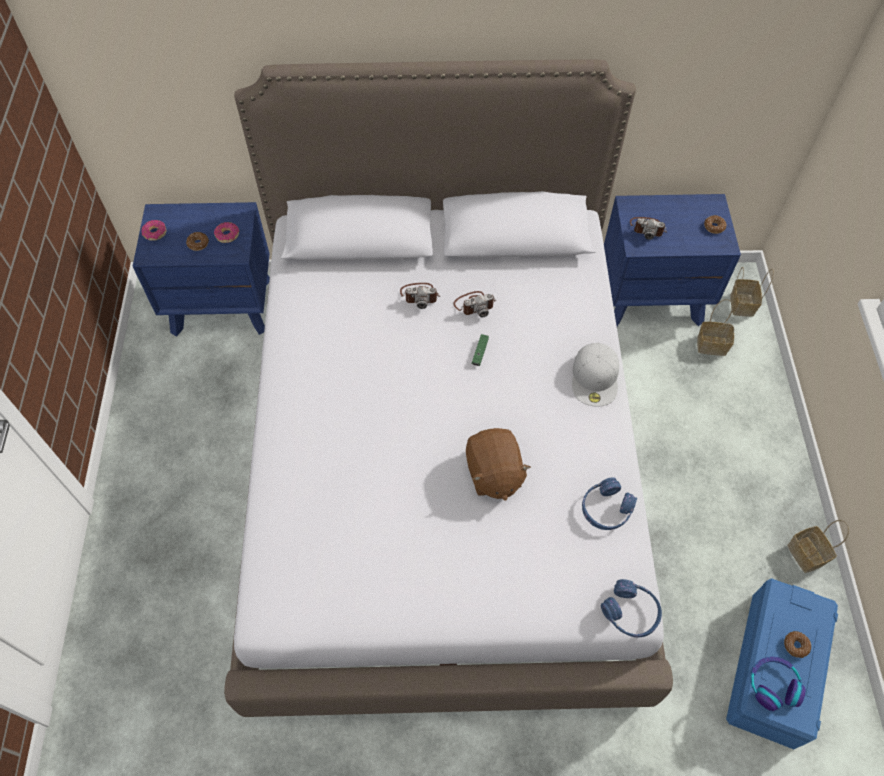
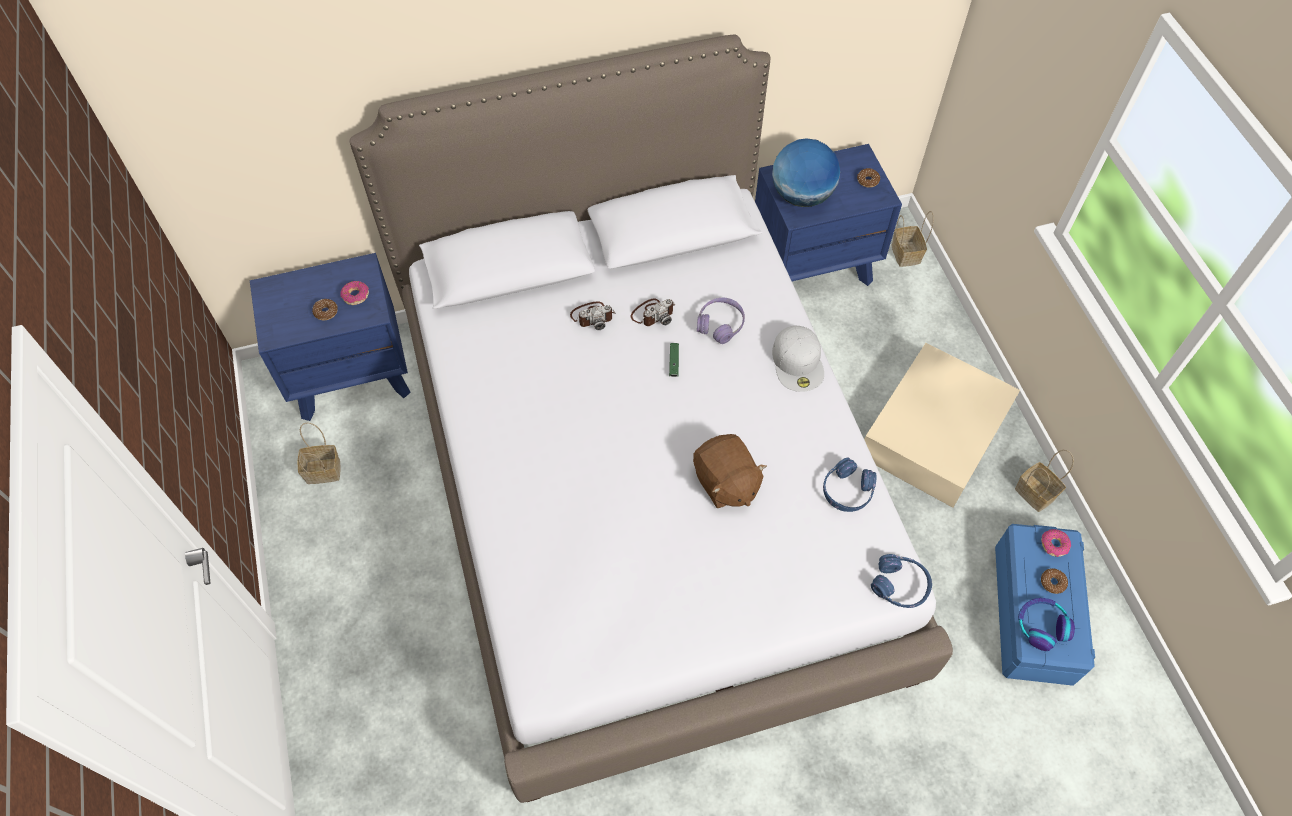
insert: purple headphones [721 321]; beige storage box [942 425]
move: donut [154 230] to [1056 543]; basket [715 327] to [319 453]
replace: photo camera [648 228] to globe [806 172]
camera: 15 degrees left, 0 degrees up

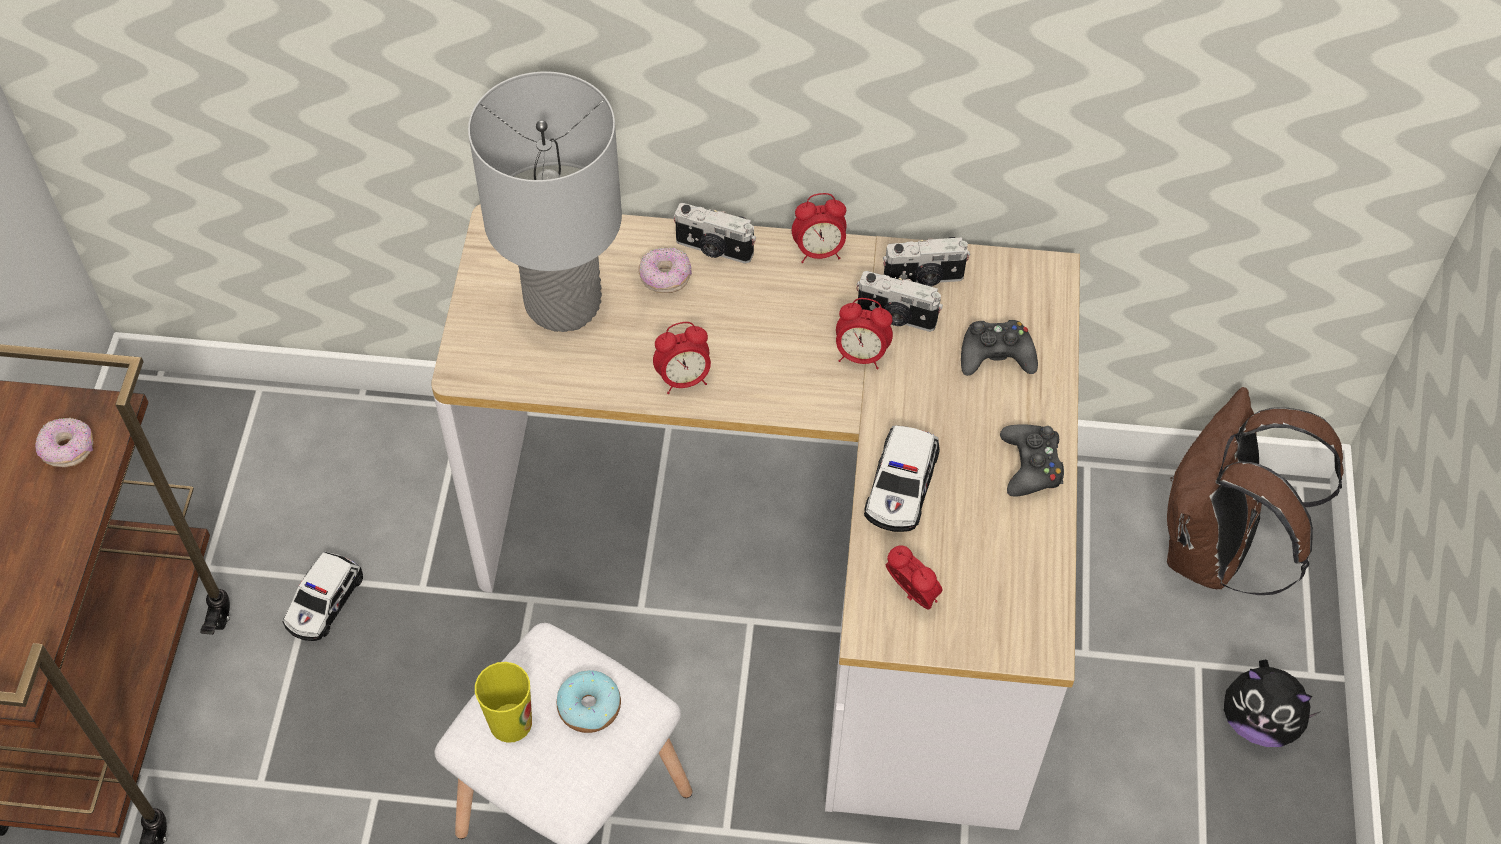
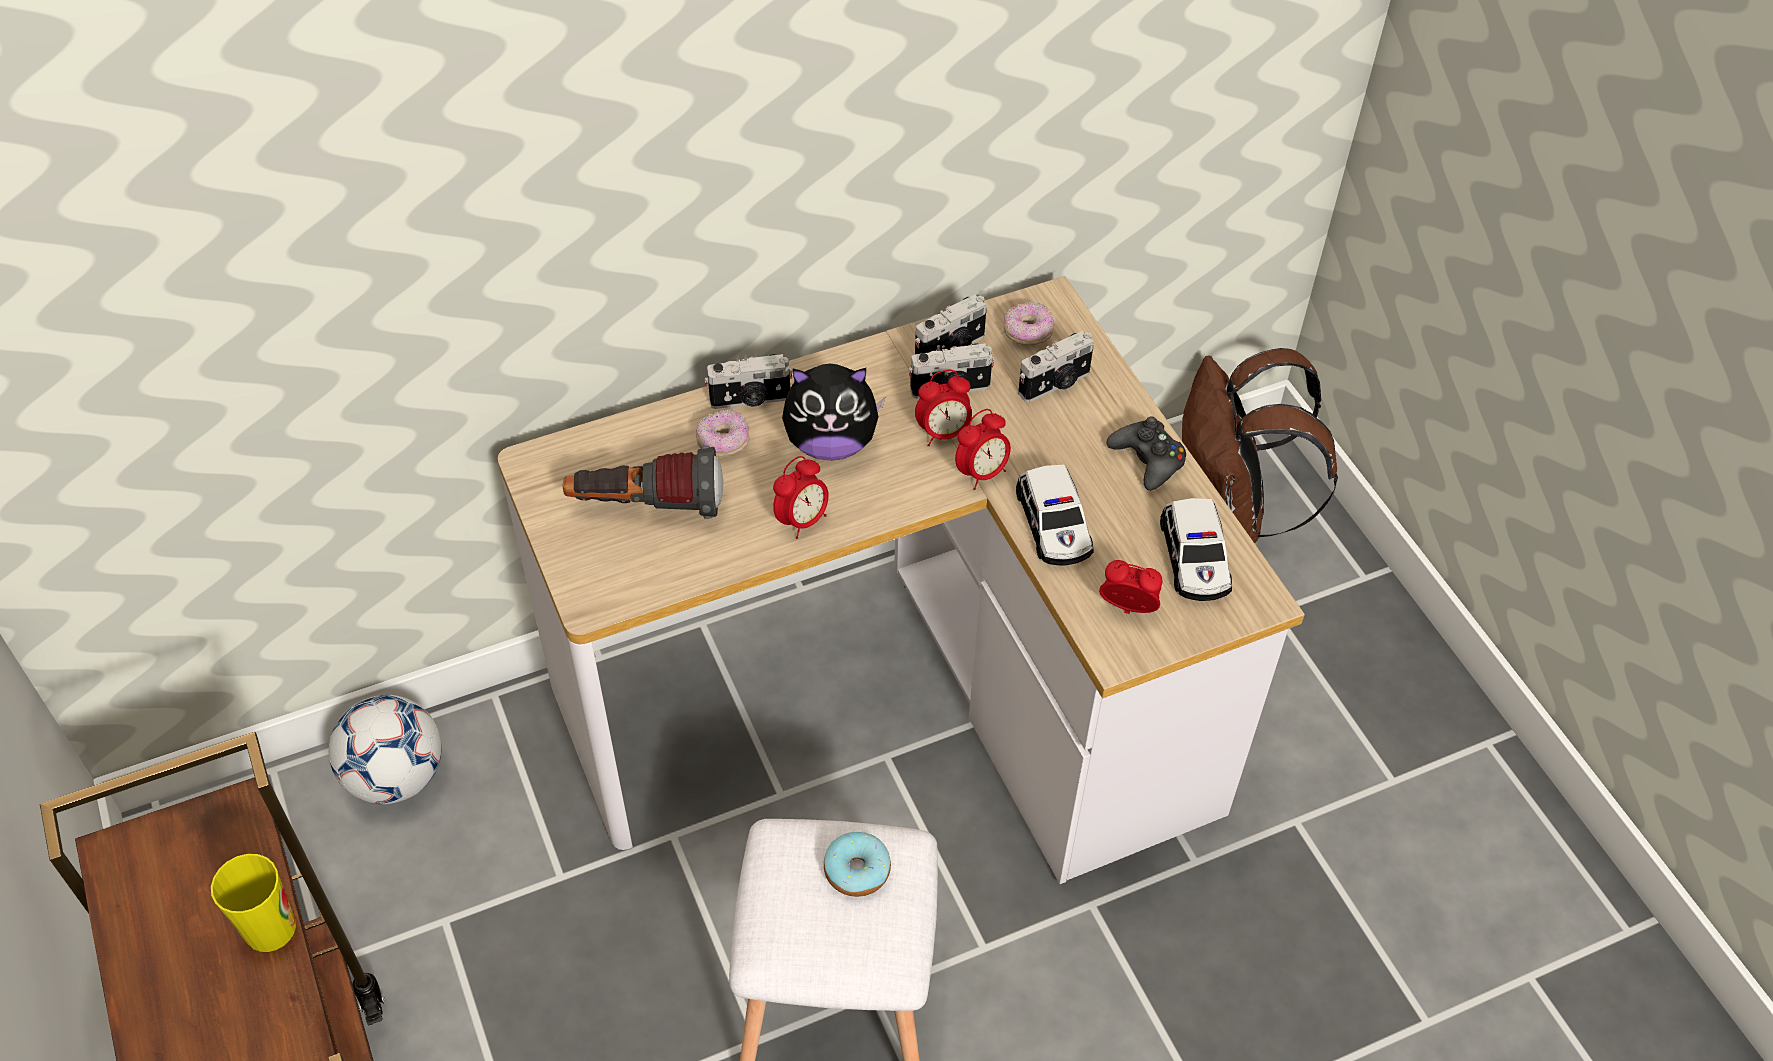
insert: football [385 749]
move: donut [64 442] to [1028 323]; toy car [323 596] to [1196 549]; cup [503 702] to [253 903]; alarm clock [819 228] to [983 449]; plush toy [1272 703] to [833 412]
replace: grey table lamp [545 201] to flashlight [643 482]; black game controller [999 348] to photo camera [1056 366]
camera: 30 degrees left, 5 degrees down

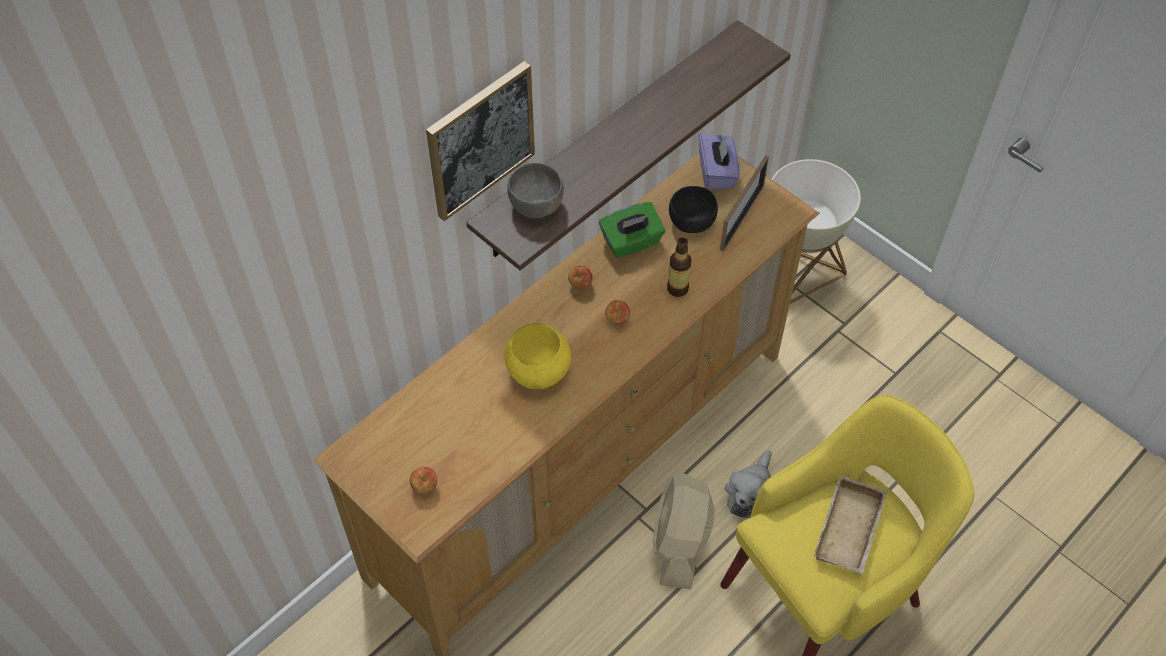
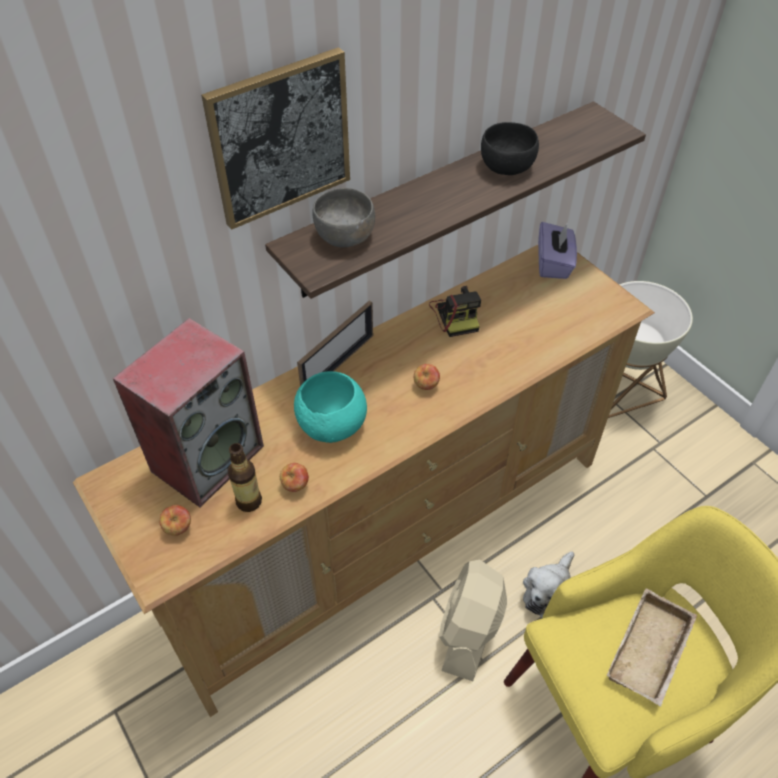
insert: speaker [188 412]
move: apple [580 277] to [294 477]; bottle [679 267] to [245 477]; black bowl [693 209] to [510 148]; picture frame [744 203] to [335 343]
replace: green tissue box [632 230] to photo camera [455 311]
recolor: yellow bowl [537 356] to turquoise bowl [330 407]
camera: 10 degrees right, 5 degrees down

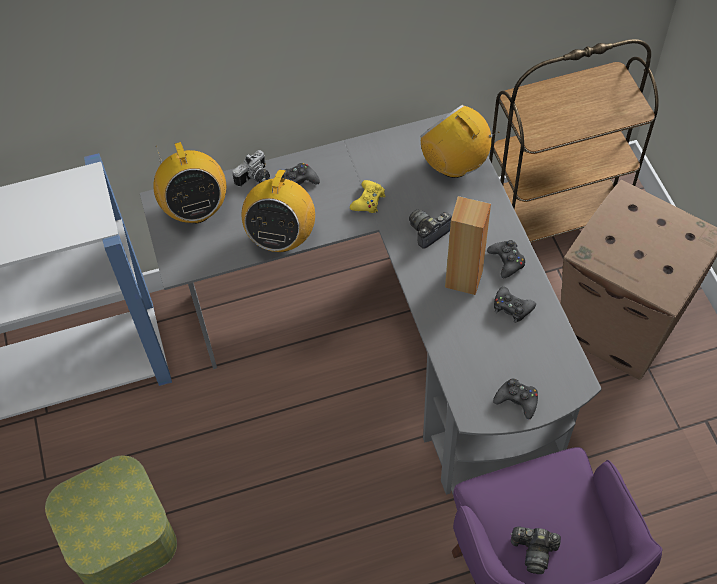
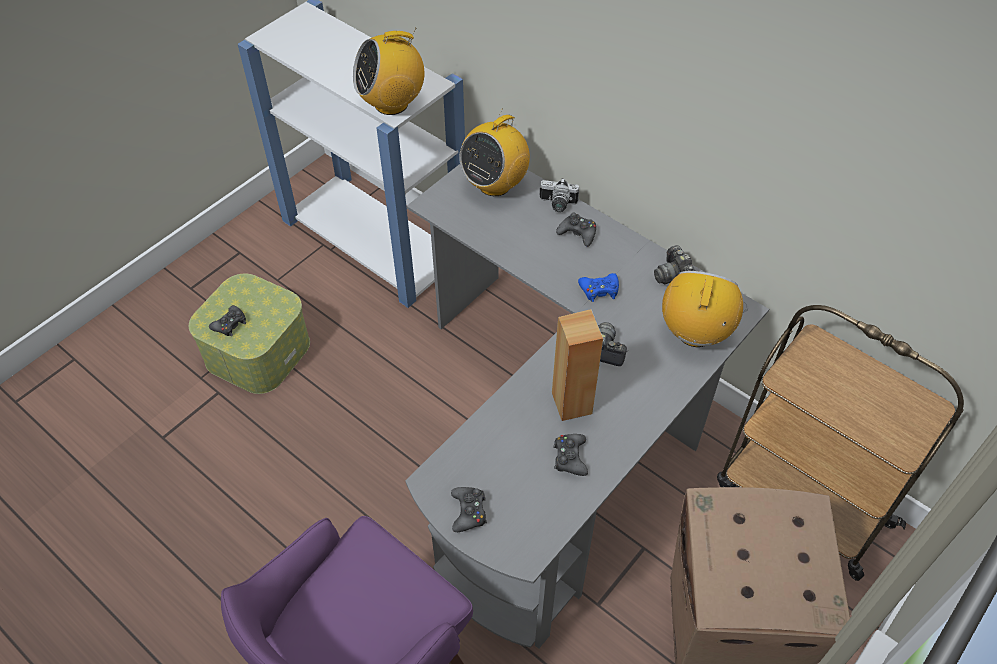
move: radio [278 208] to [388 71]; black game controller [506 259] to [227 320]; photo camera [536 550] to [674 264]
recolor: yellow game controller [367 196] to blue game controller [598 287]
camera: 55 degrees right, 5 degrees down

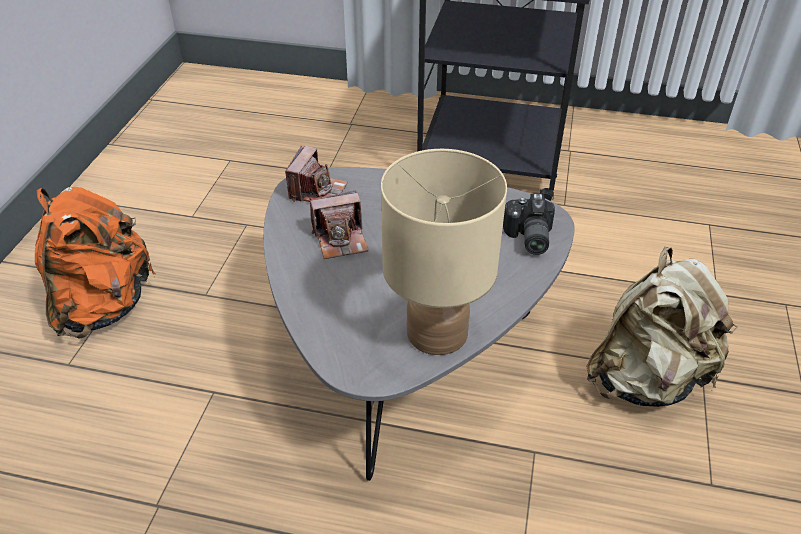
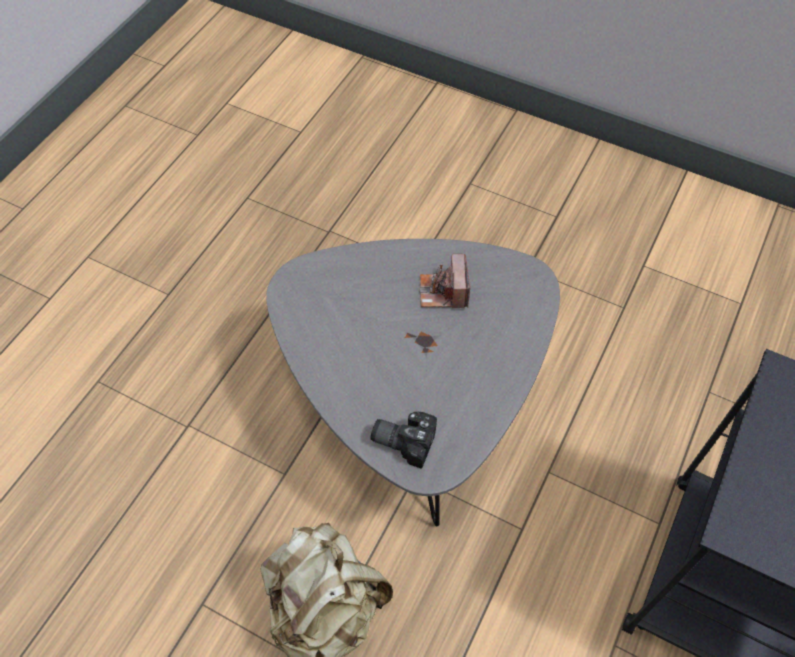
delete: orange backpack [95 263]; photo camera [316 174]; beige table lamp [444 252]
camera: 105 degrees right, 15 degrees up

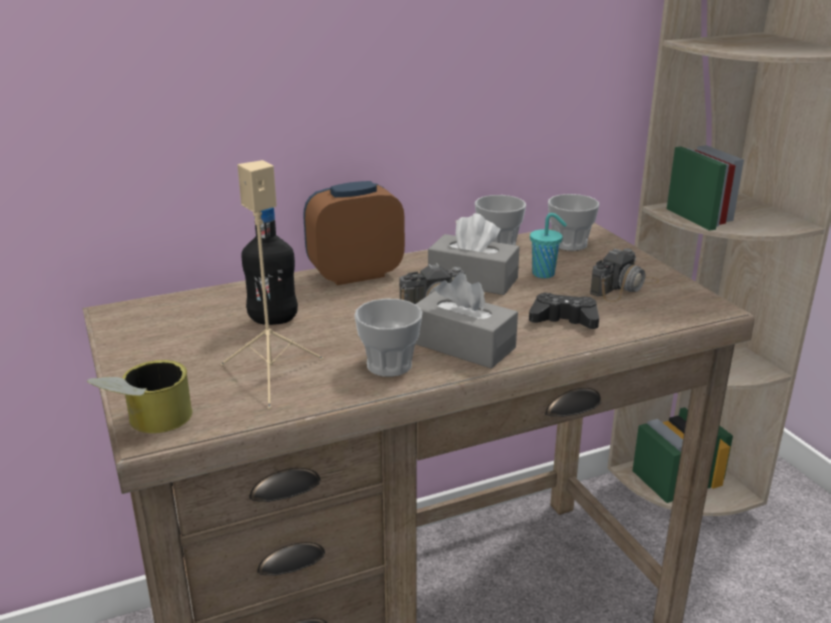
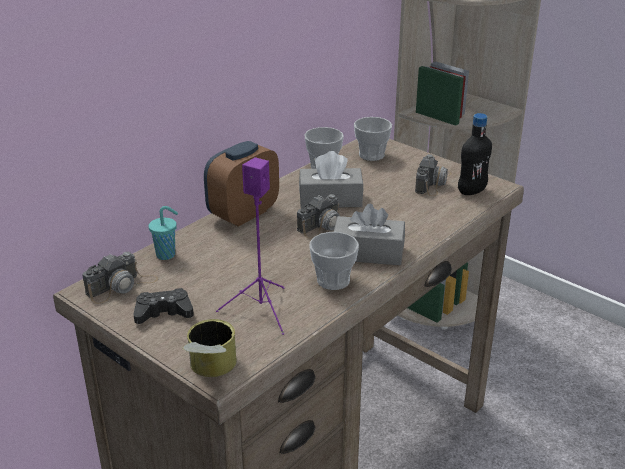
insert: photo camera [120 278]
move: black bottle [270 266] to [475 154]; black game controller [564 310] to [163 306]; turquoise cup [548 245] to [163 233]
recolor: beige speaker [272 284] to purple speaker [250 246]
camera: 25 degrees left, 5 degrees up

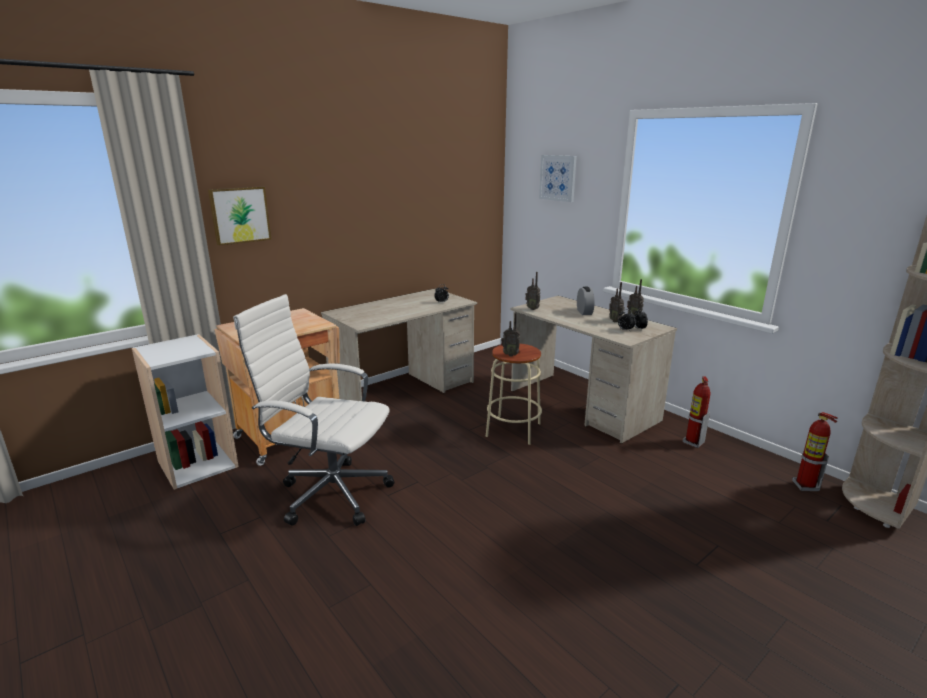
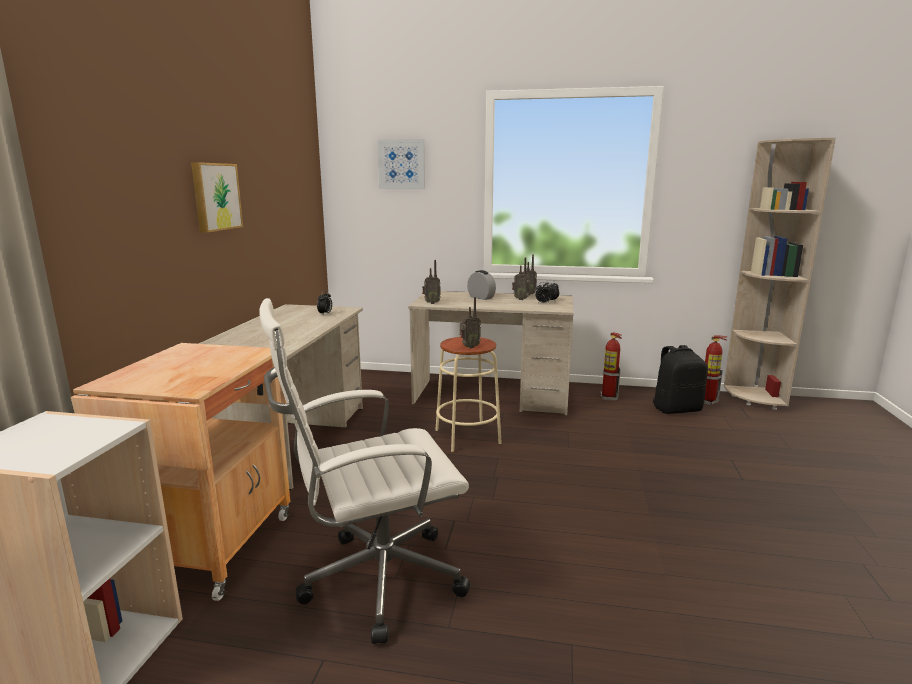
insert: black backpack [680 379]
move: picture [239 216] to [217 197]
camera: 40 degrees left, 5 degrees down

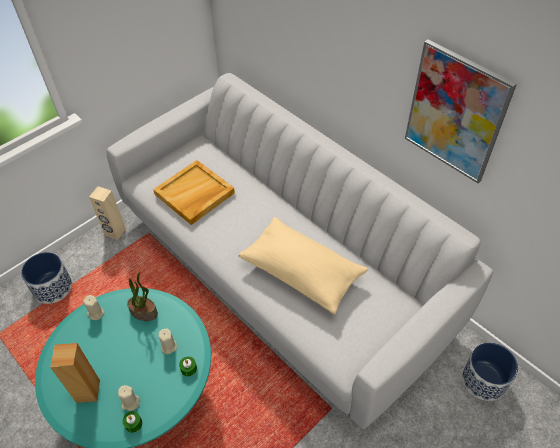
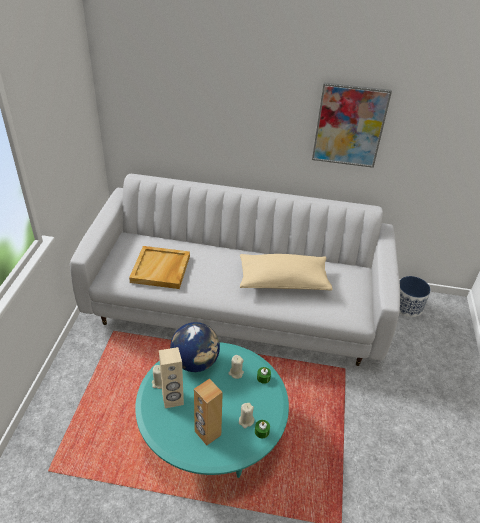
delete: planter [46 278]
move: beige speaker [107 213] to [171 377]
replace: potted plant [142 296] to globe [195 347]
camera: 40 degrees left, 10 degrees down

